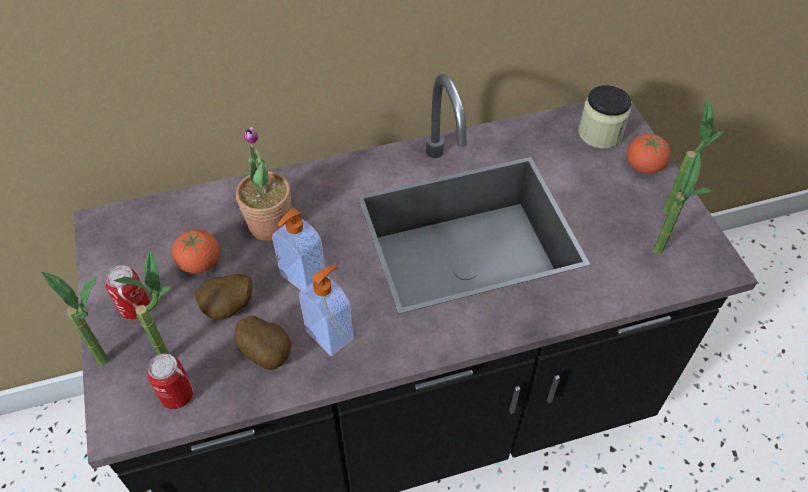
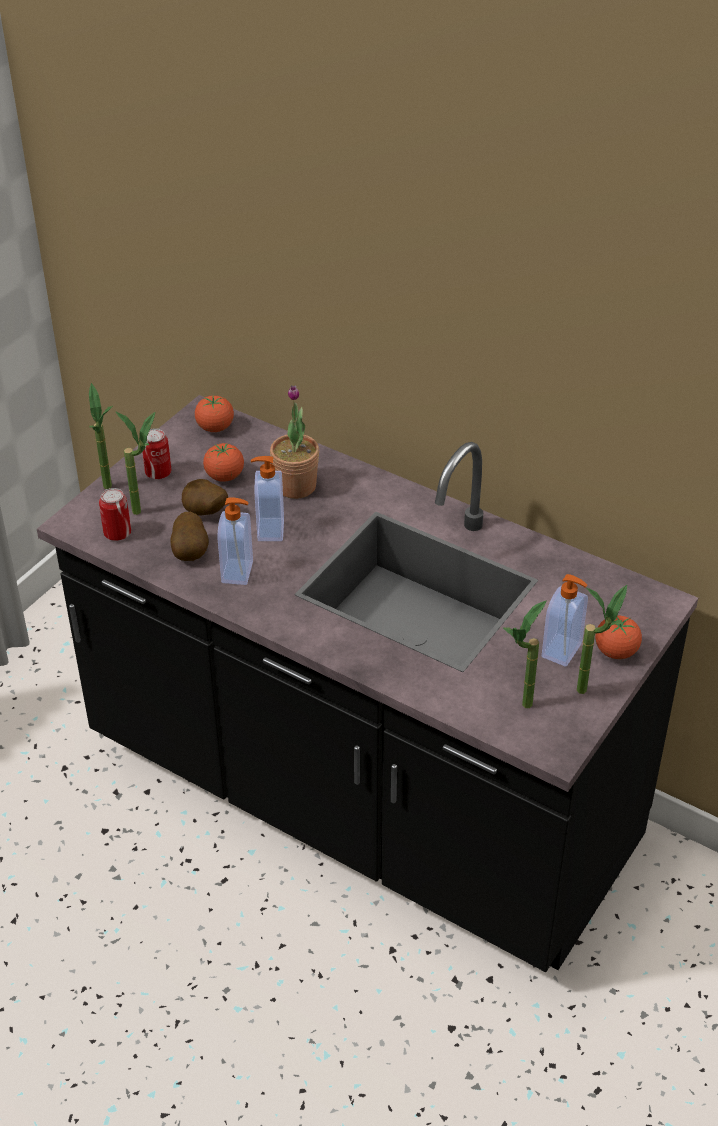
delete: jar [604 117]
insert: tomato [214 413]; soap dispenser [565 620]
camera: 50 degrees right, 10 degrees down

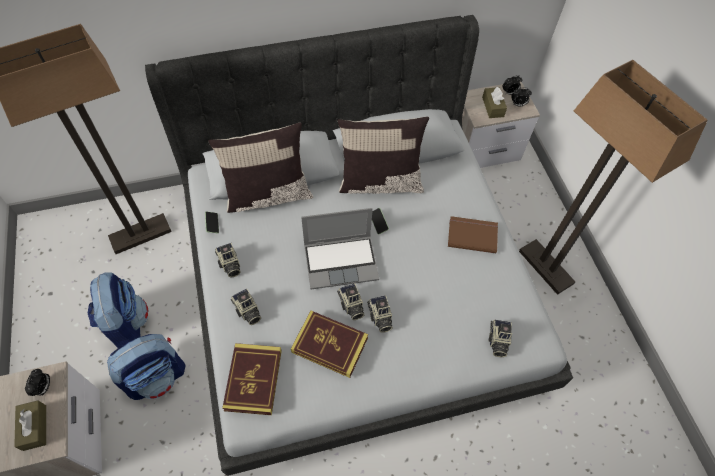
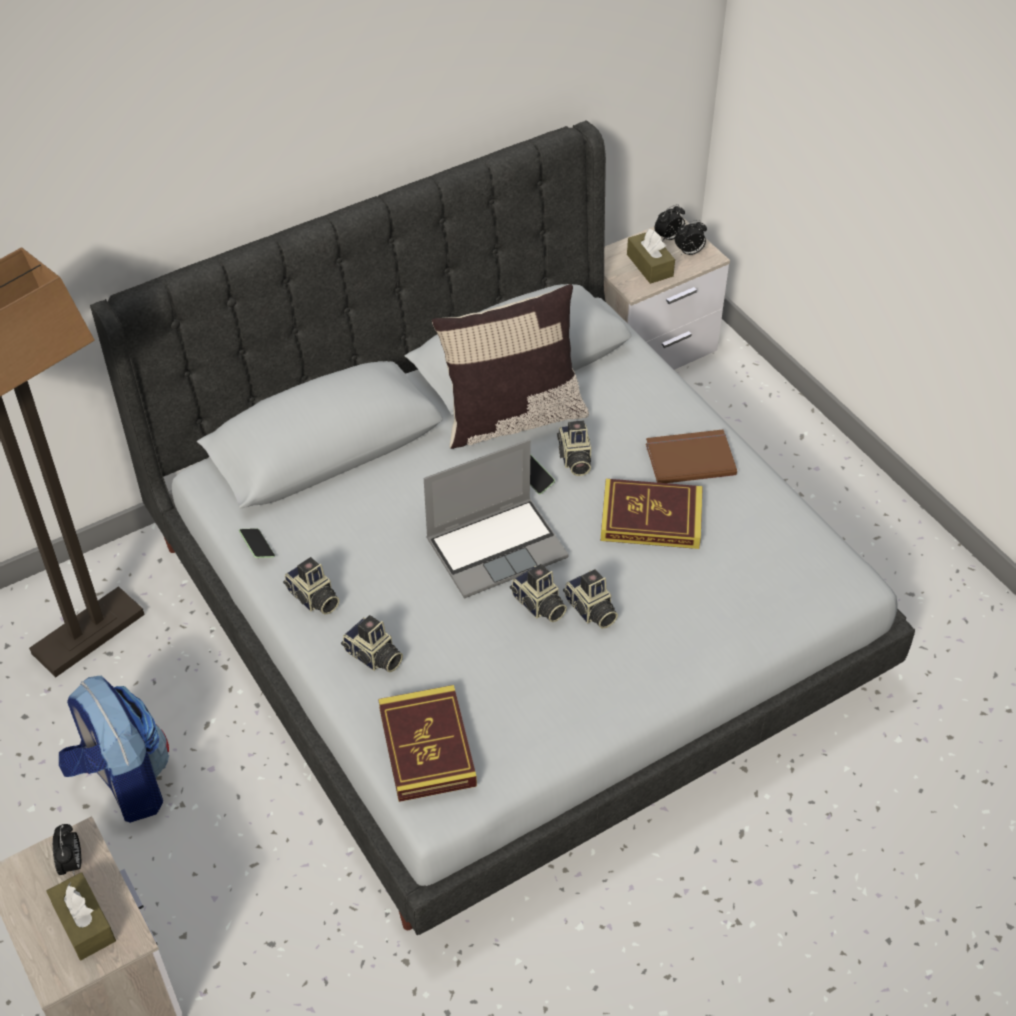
delete: backpack [146 367]; pillow [260 167]; floor lamp [613 177]
move: book [329 344] to [652 514]; photo camera [500 338] to [574 448]
camera: 15 degrees left, 10 degrees down

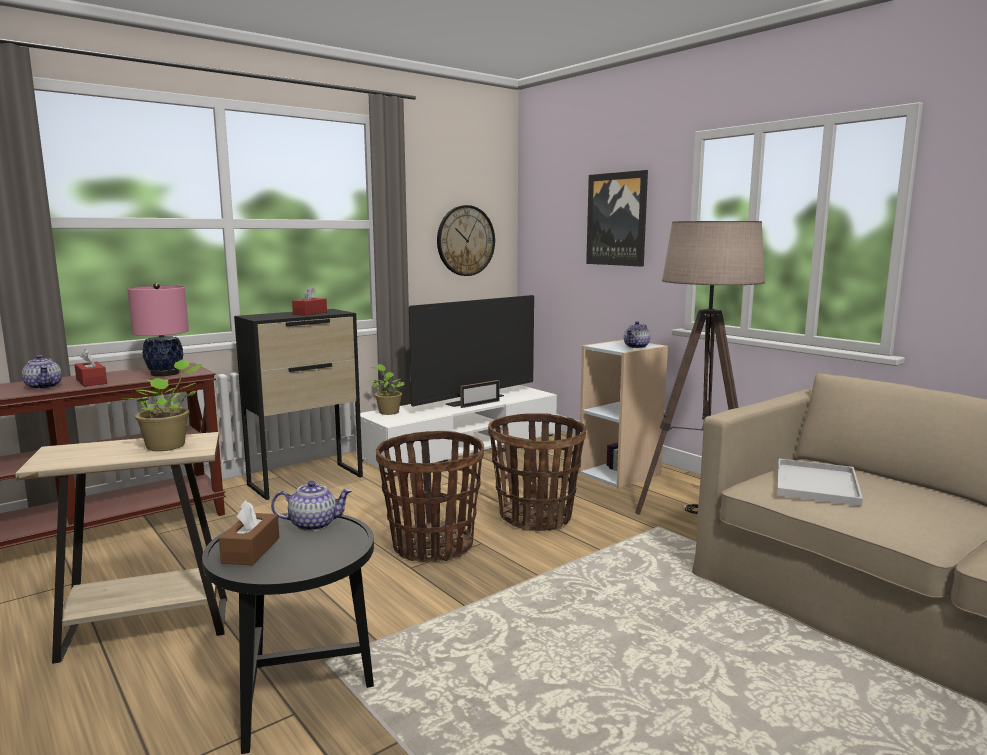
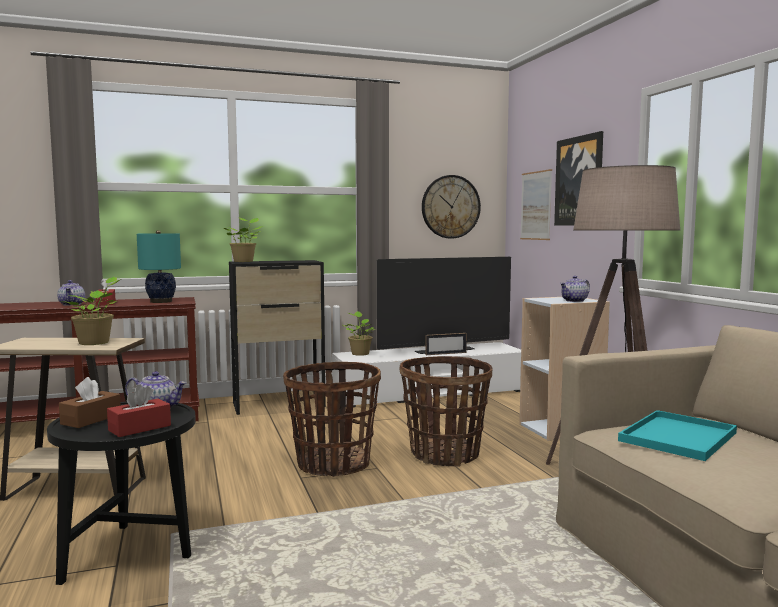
insert: potted plant [243 240]; picture [536 204]
move: red tissue box [309 301] to [139 410]
recolor: pink table lamp [158 329] to turquoise table lamp [159 266]; white tray [820 482] to turquoise tray [677 435]
camera: 20 degrees right, 5 degrees down

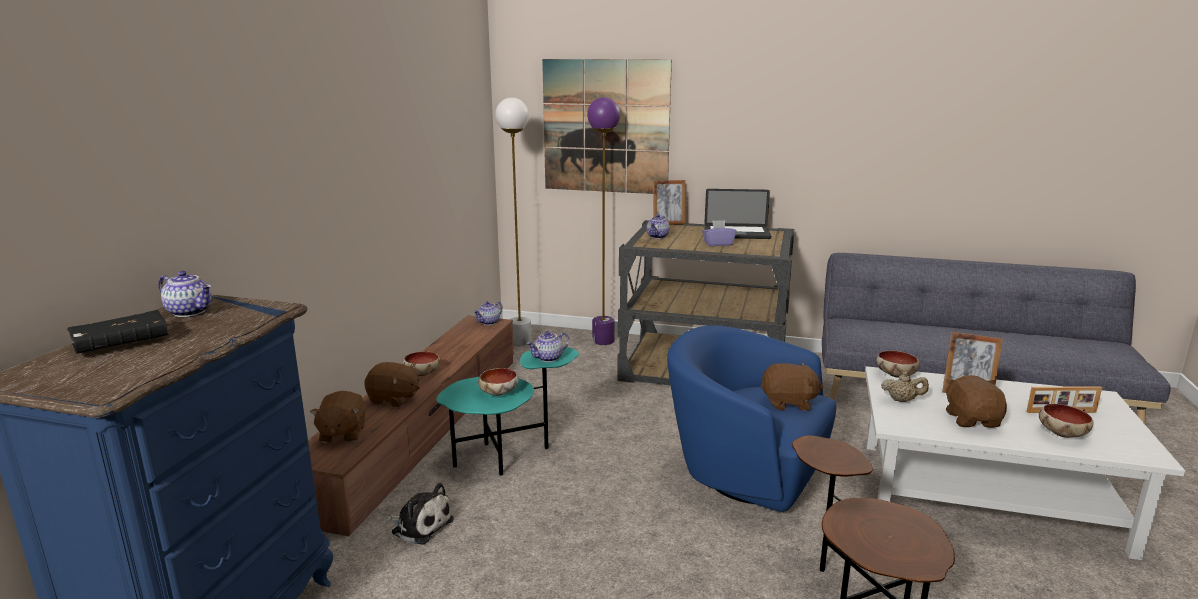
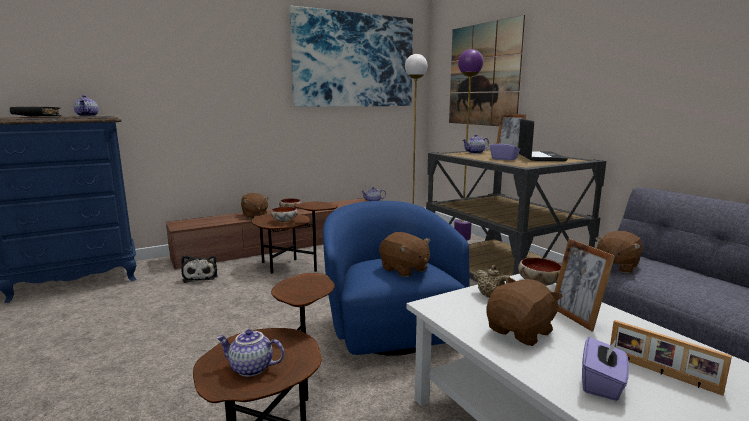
insert: picture [351 56]
move: brown plush toy [338 417] to [619 252]; teapot [547 346] to [250 353]
replace: bowl [1066 421] to purple tissue box [605 369]
recolor: turquoise side table [507 411] to brown side table [294 238]
rotate: laptop [737 214] = [543 140] 135 degrees counterclockwise
camera: 45 degrees right, 5 degrees down

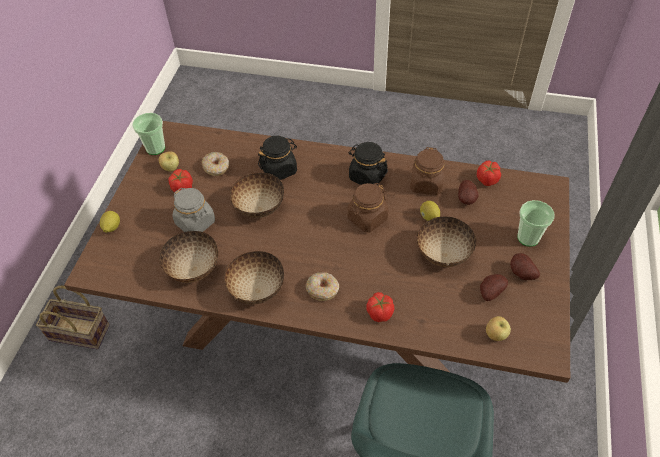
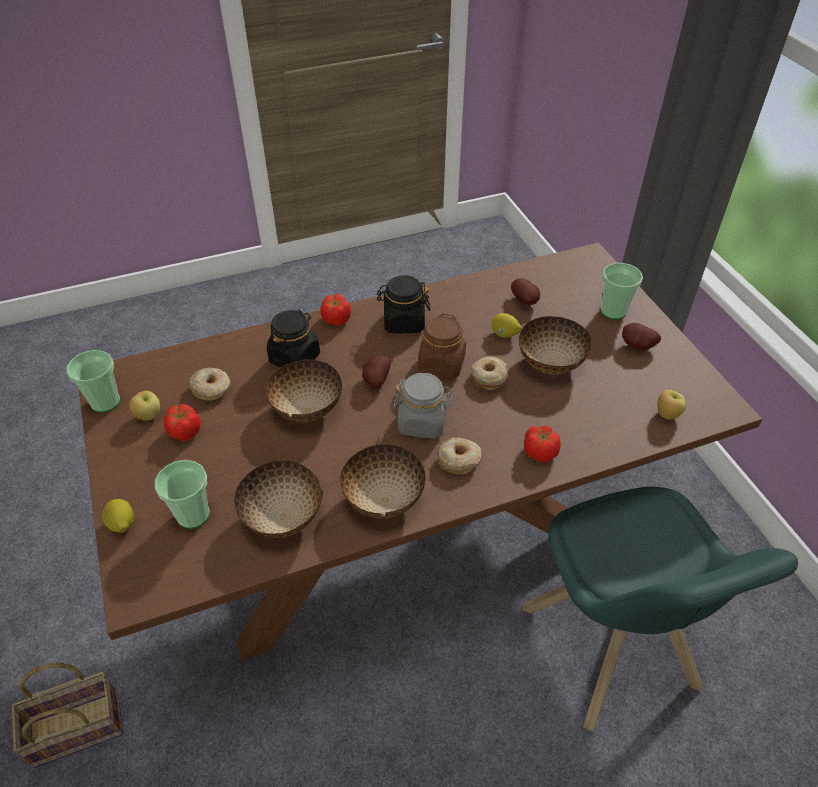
delete: brown jar [427 171]
insert: cup [182 494]; donut [489 373]
move: grey jar [194 210] to [424 406]; tomato [489 173] to [336 310]; potato [494 287] to [376 371]
camera: 35 degrees left, 5 degrees down

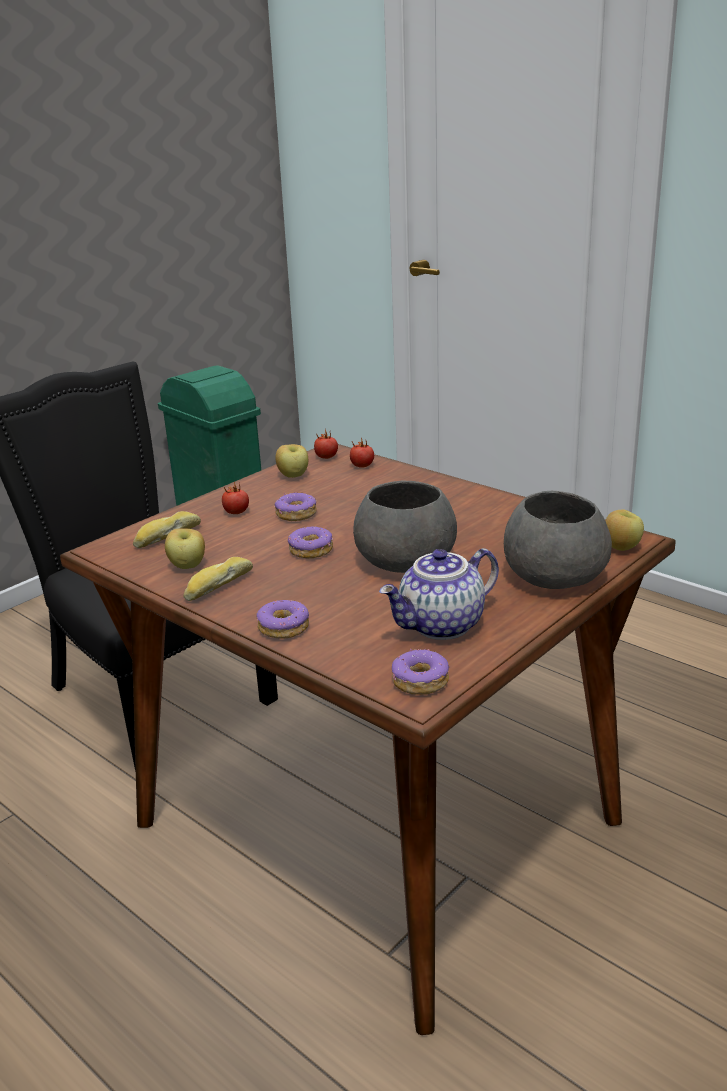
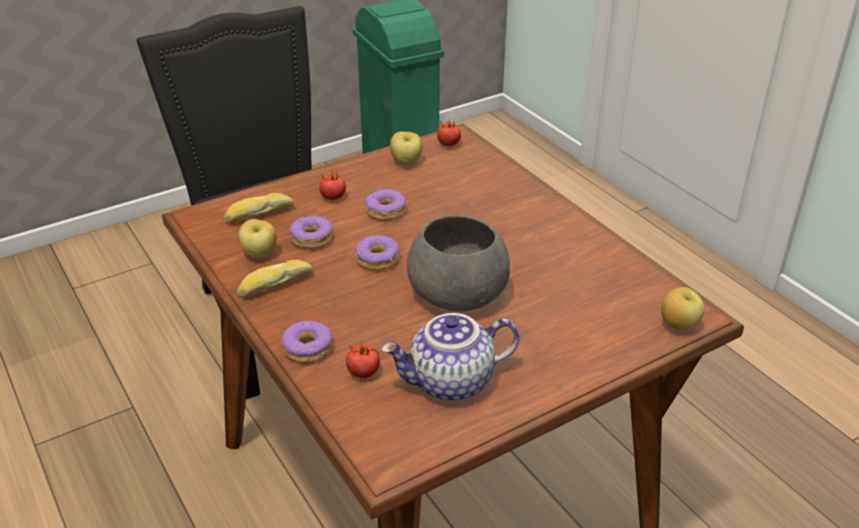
delete: grey bowl [558 540]
move: tomato [362 452] to [363 359]; donut [420 672] to [311 232]
camera: 15 degrees right, 10 degrees up

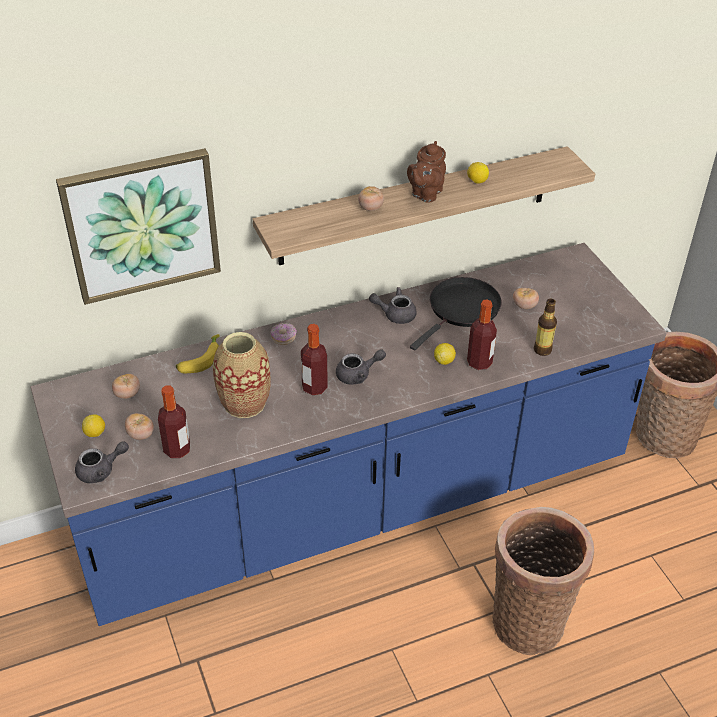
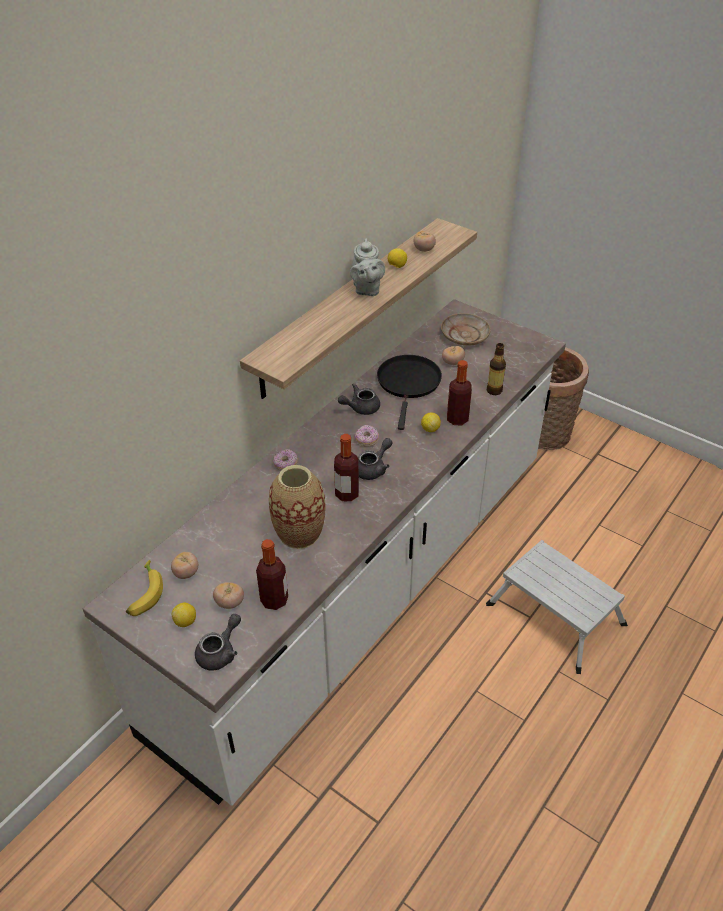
delete: picture [138 226]
insert: donut [367 436]; beige plate [465 329]
move: banana [198 353] to [144 588]; tomato [371 198] to [424 241]
replace: basket [543 581] to white step ladder [557 607]
recolor: blue counter [349 434] to white counter [324 552]; brown teapot [426 172] to grey teapot [367 267]
camera: 30 degrees left, 0 degrees up

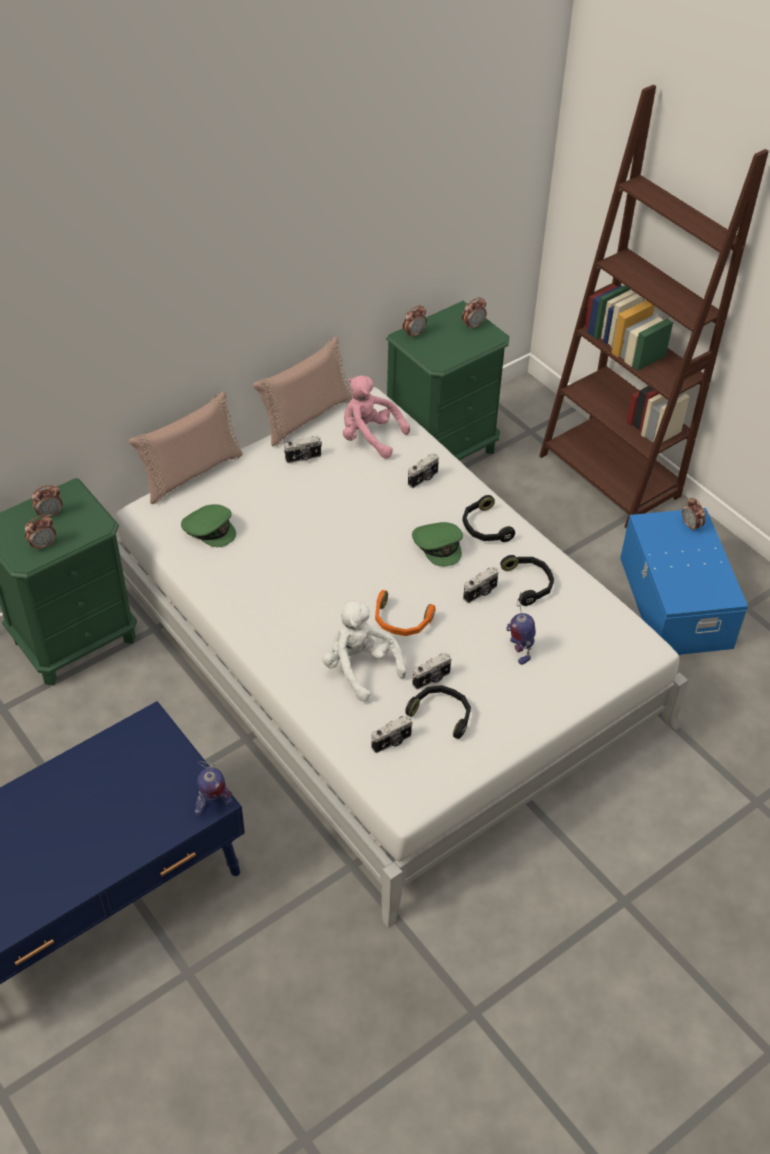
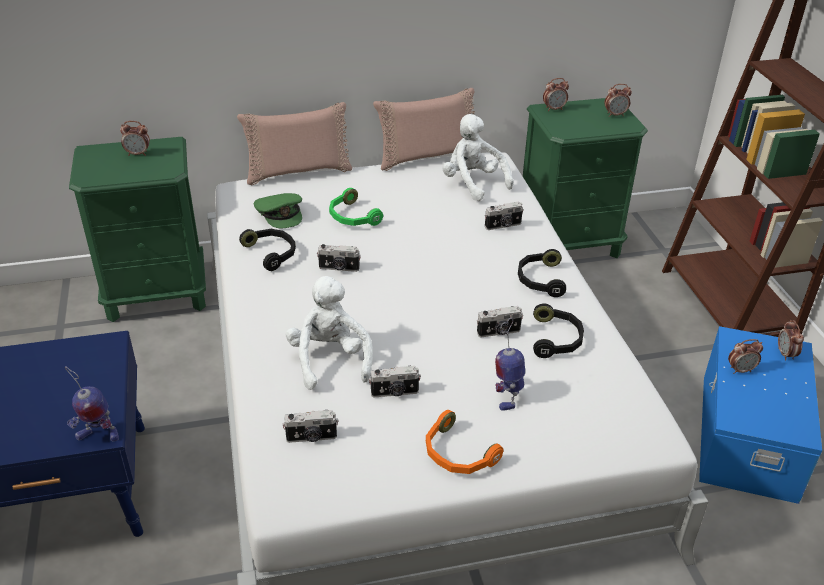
delete: green cap [437 544]
insert: green headphones [356 207]
move: alarm clock [40 533] to [745 356]; photo camera [303 449] to [339 258]; orange headphones [405 613] to [464 442]; black headphones [438 712] to [267 250]
recolor: pink plush toy [376 416] to white plush toy [478 157]
camera: 25 degrees right, 10 degrees down

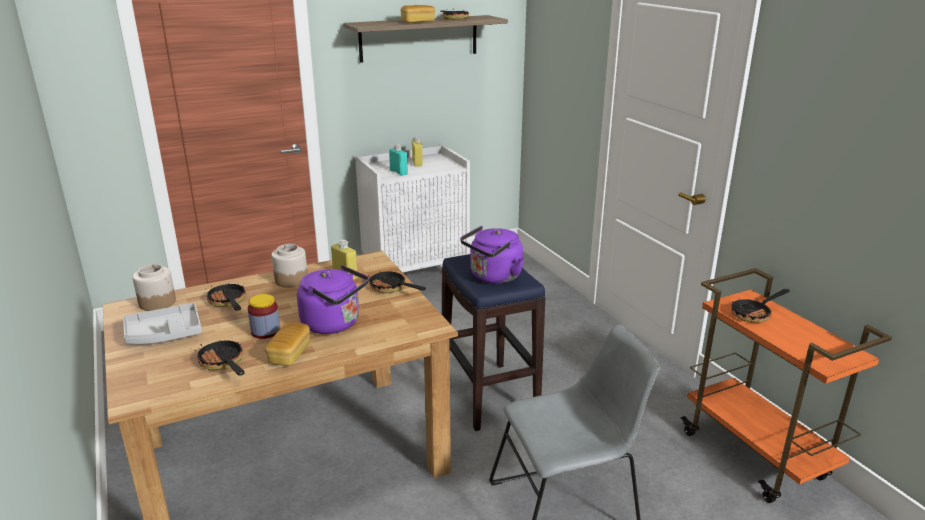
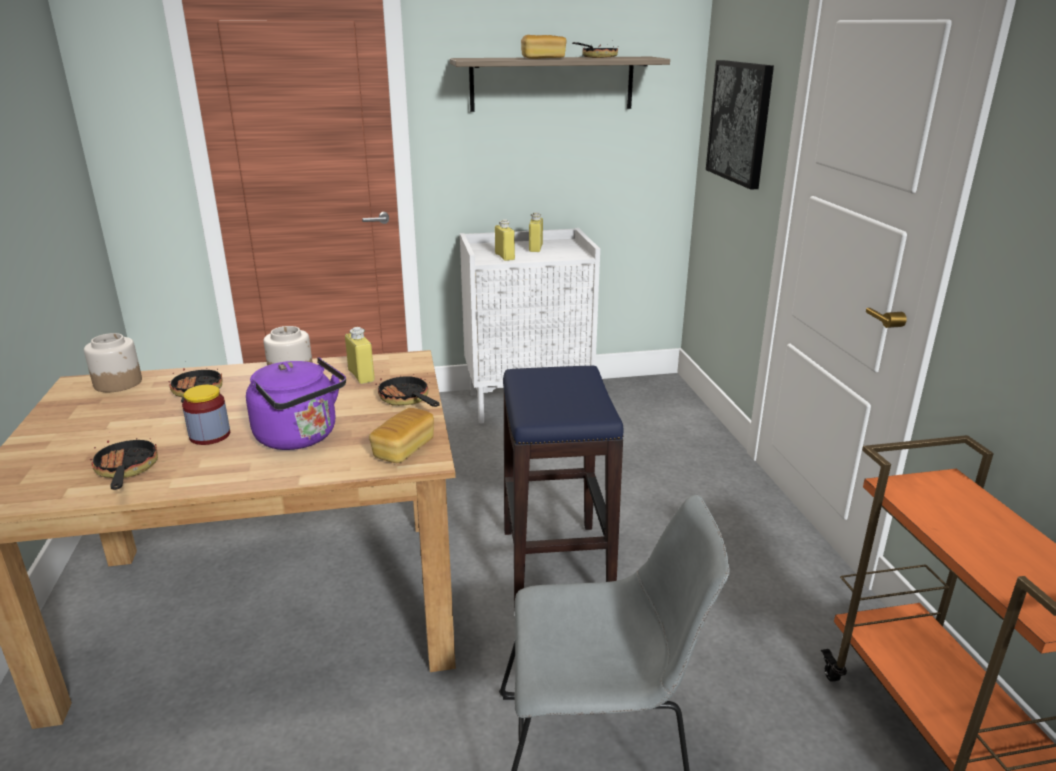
delete: grey tray [162 323]; purple kettle [492 255]; frying pan [760 306]
insert: picture [740 125]
move: bread [287 344] to [401 435]
recolor: turquoise bottle [398 160] to yellow bottle [505 240]
camera: 15 degrees right, 0 degrees up

